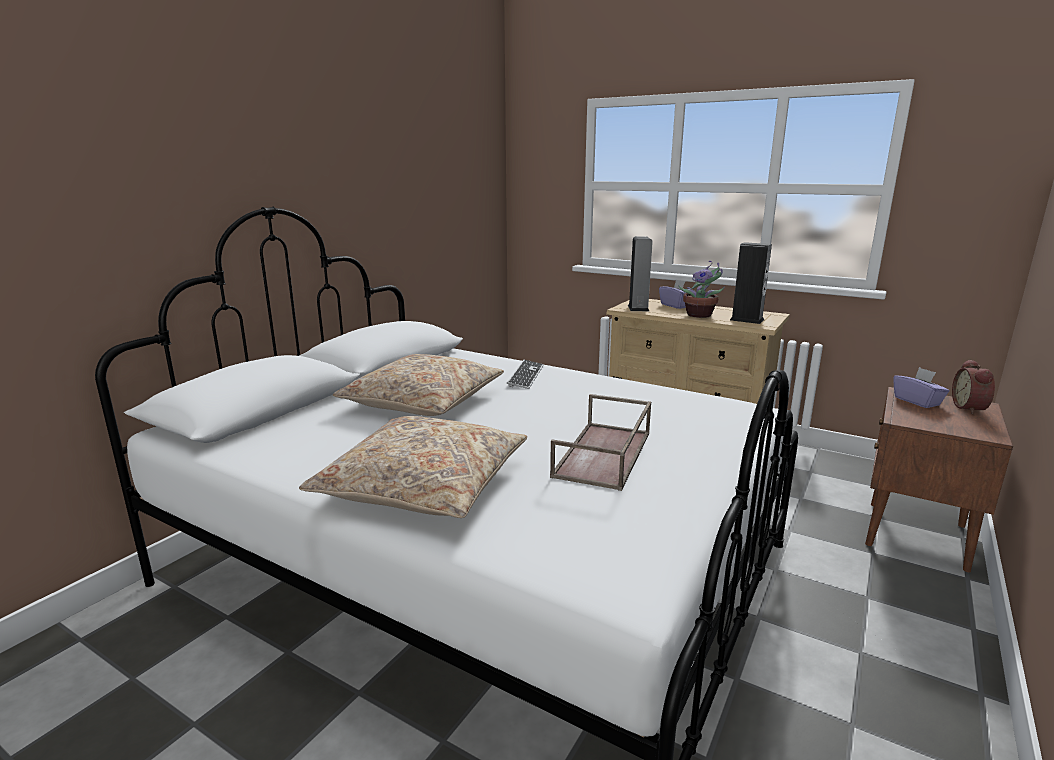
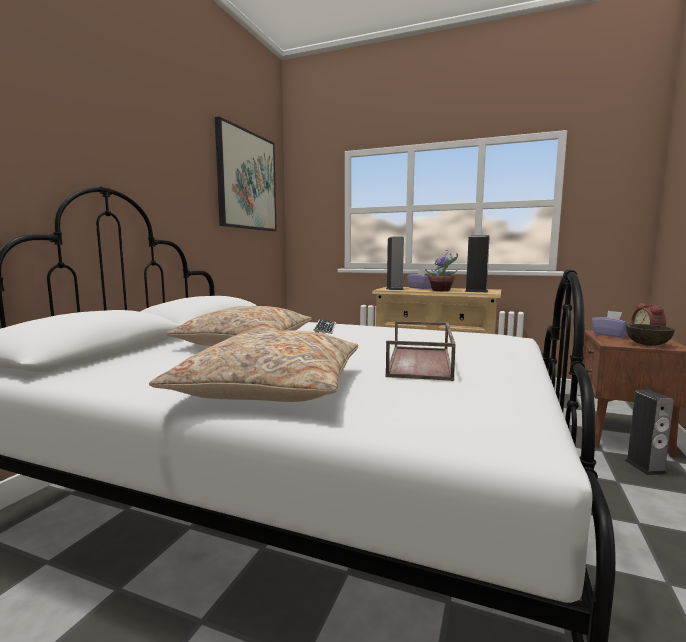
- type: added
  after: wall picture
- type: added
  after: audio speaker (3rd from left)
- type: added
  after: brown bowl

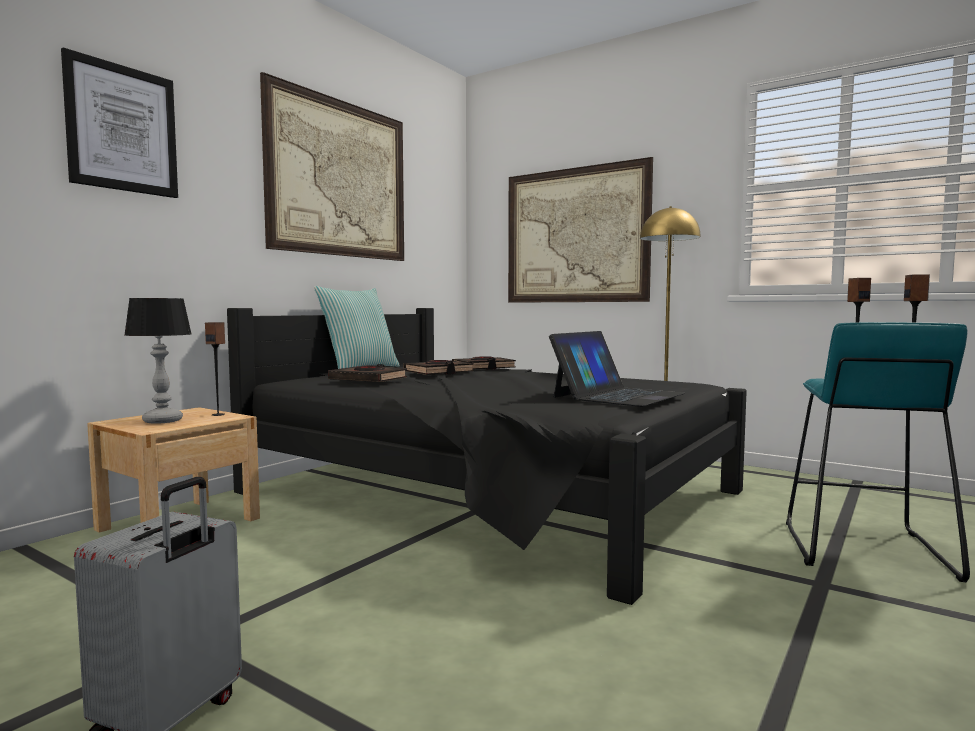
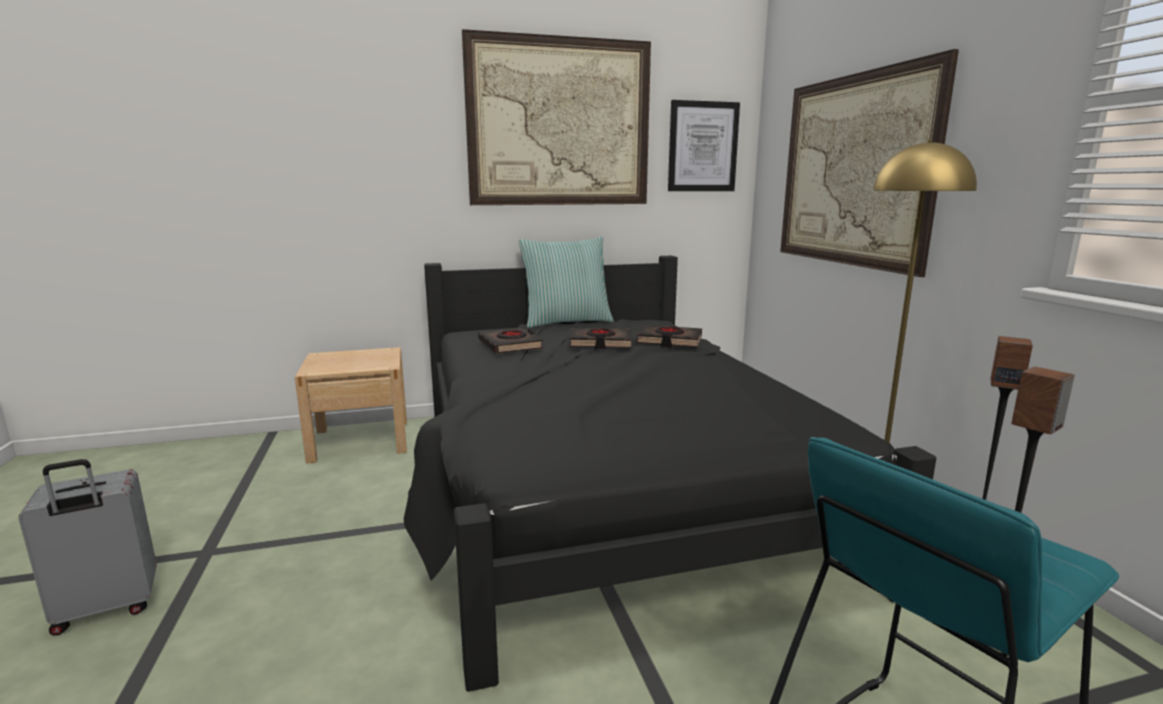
- type: moved
  before: wall picture (1st from left in the first image)
  after: wall picture (2nd from left)
- type: removed
  before: table lamp
- type: removed
  before: audio speaker (1st from left)
- type: removed
  before: notebook computer

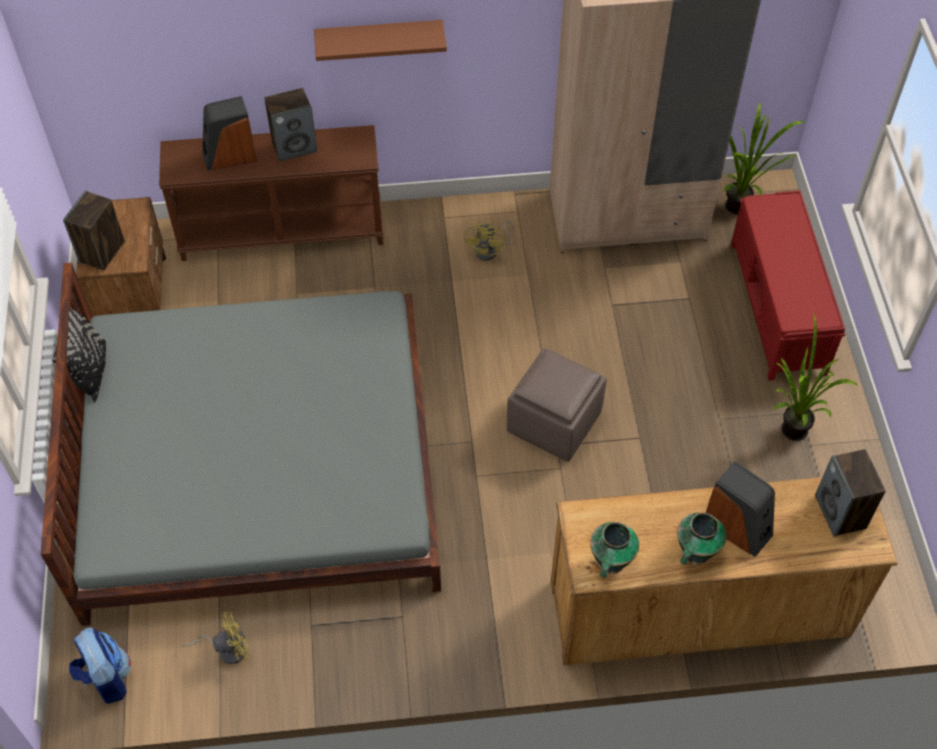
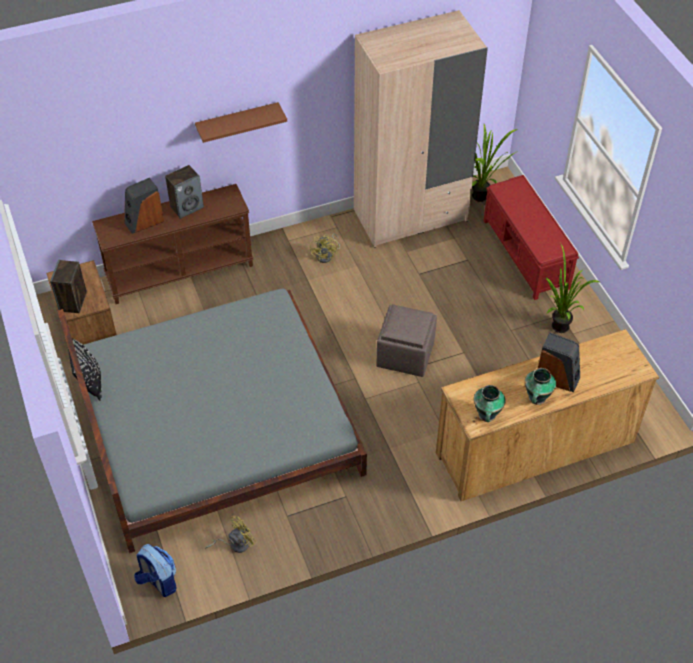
- type: removed
  before: audio speaker (5th from left)

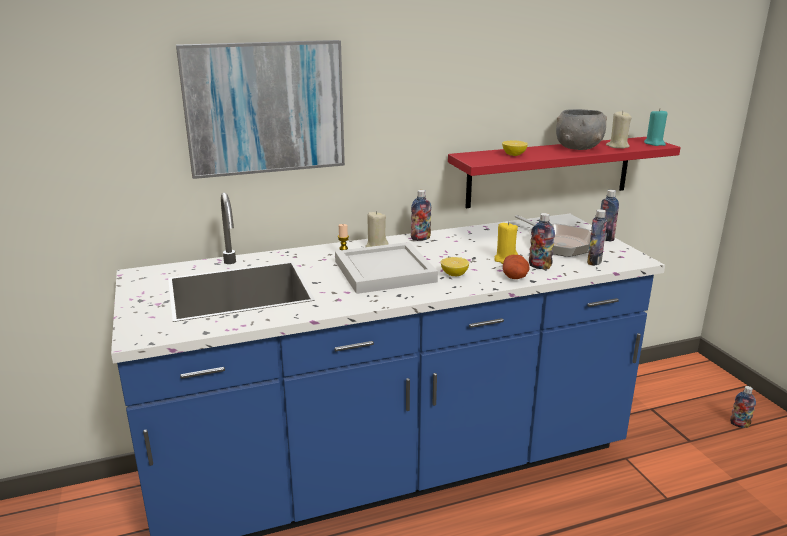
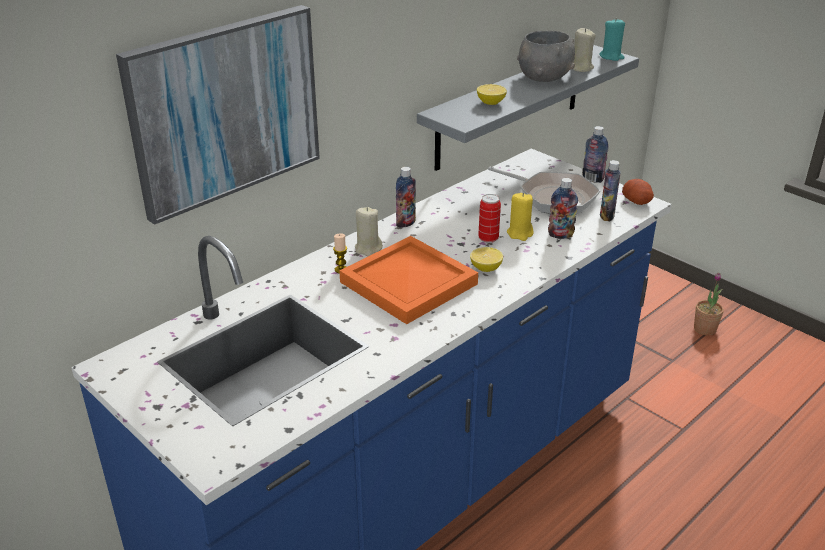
- type: recoloured
  before: white serving tray
  after: orange serving tray
- type: recoloured
  before: red-coloured bracket shelf
  after: greyish bracket shelf
- type: moved
  before: potato
- type: replaced
  before: beverage bottle (5th from left)
  after: potted plant
- type: added
  after: can

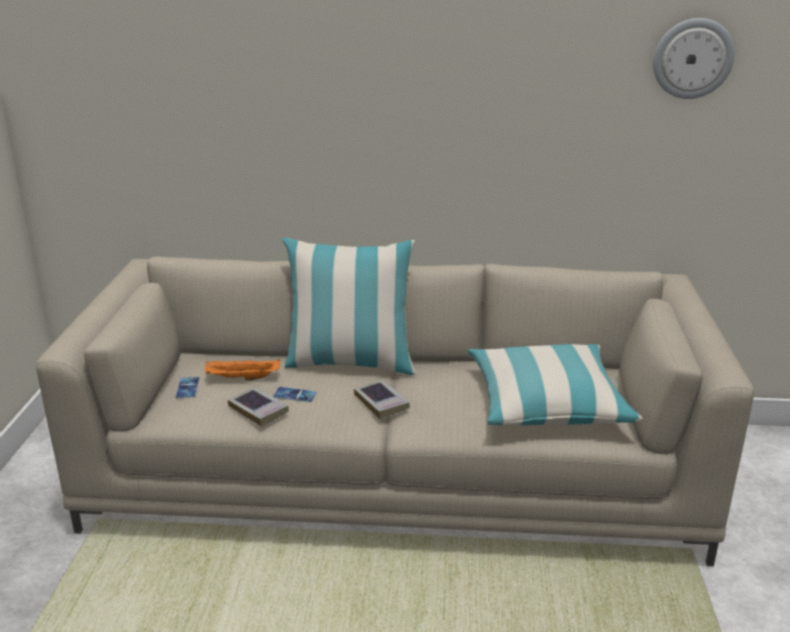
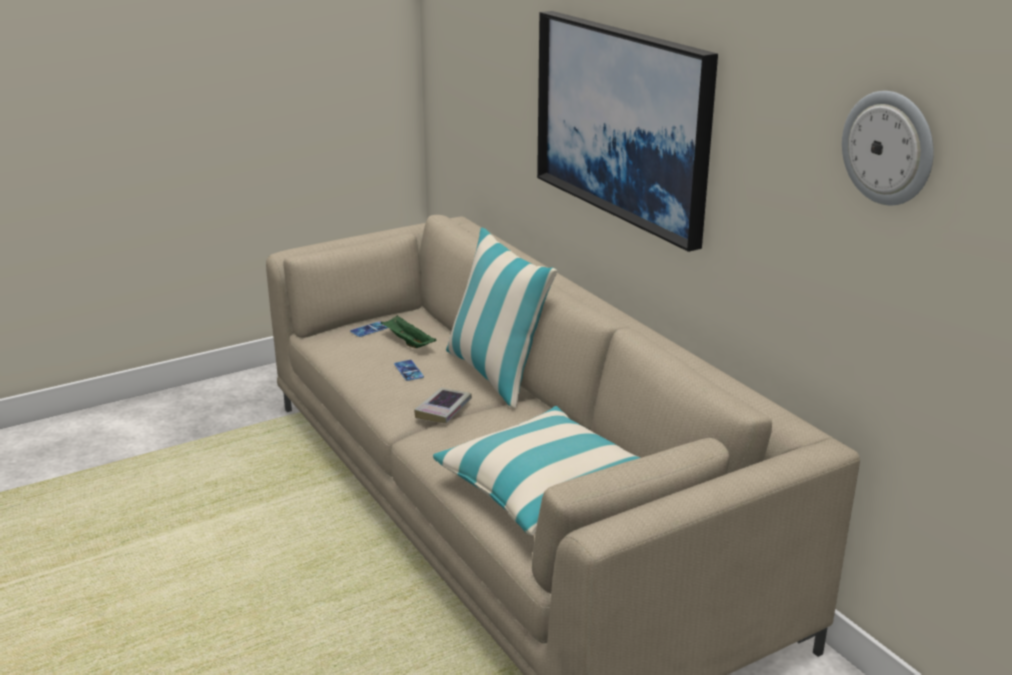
- type: recoloured
  before: orange serving tray
  after: greenish serving tray
- type: removed
  before: volume (1st from left)
- type: added
  after: wall picture

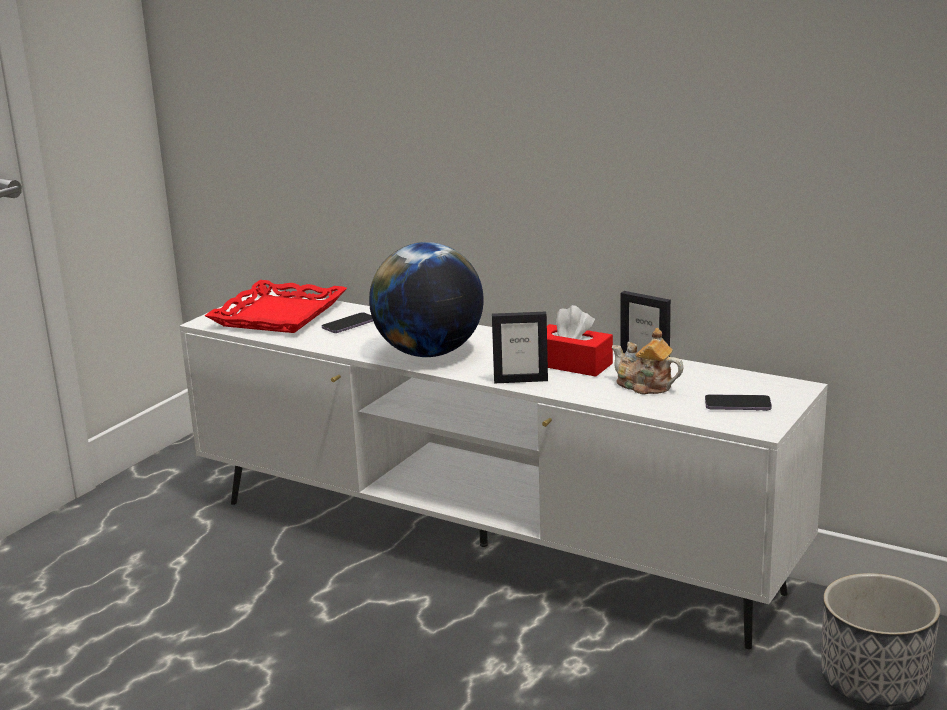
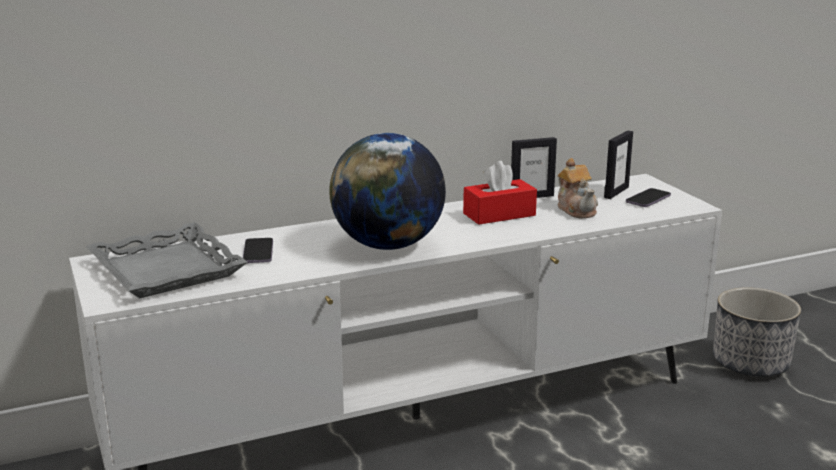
- type: recoloured
  before: red-coloured serving tray
  after: greyish serving tray
- type: moved
  before: photo frame (1st from left in the first image)
  after: photo frame (2nd from left)
- type: turned
  before: teapot
  turn: -90

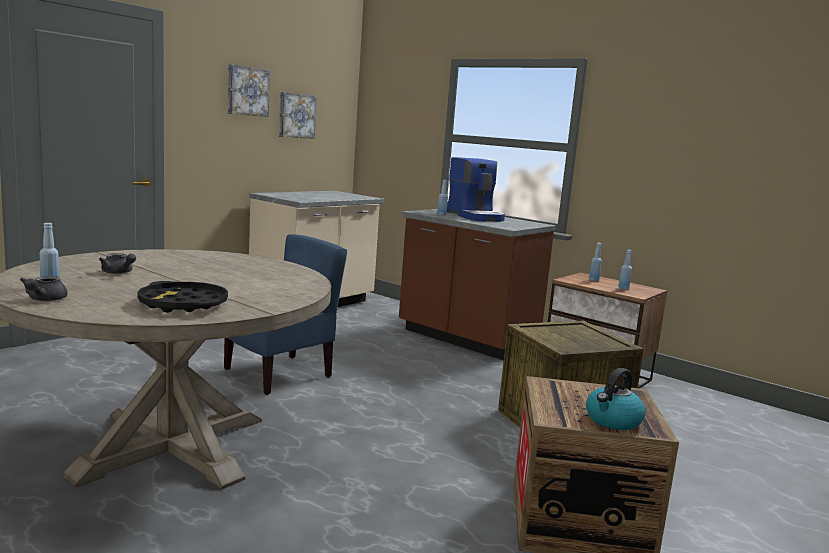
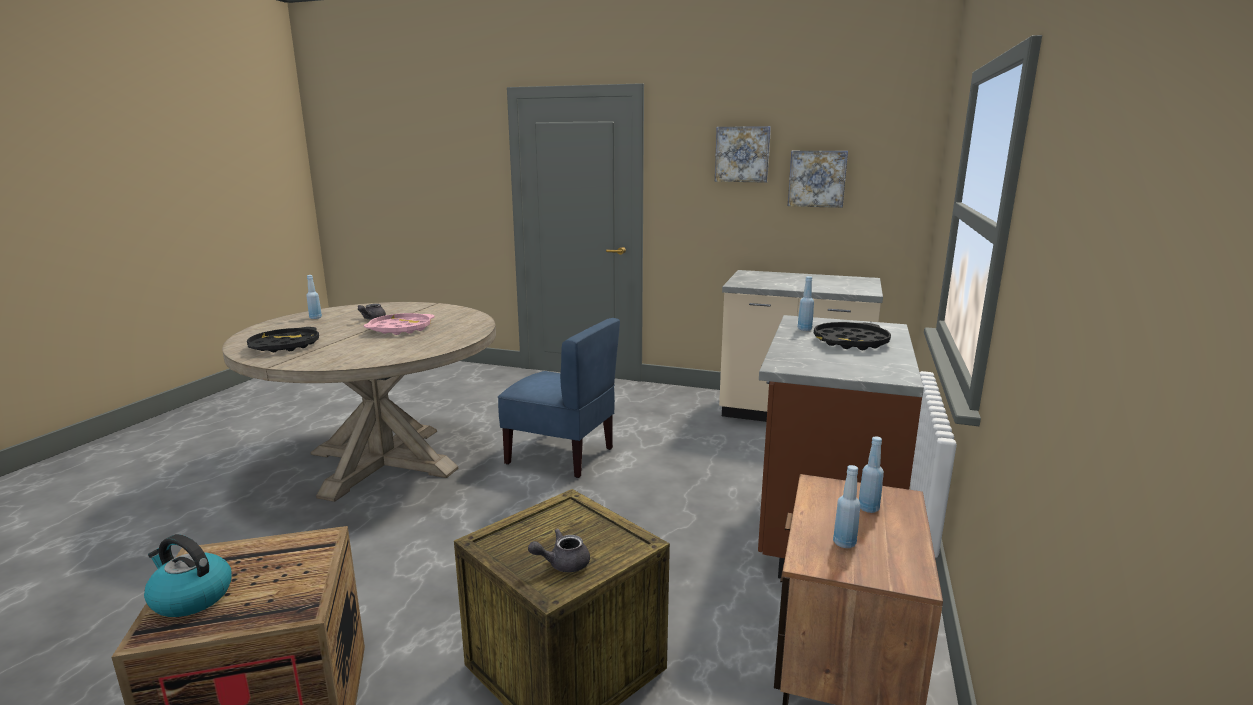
- type: moved
  before: greyish teapot (1st from left in the first image)
  after: greyish teapot (2nd from left)
- type: replaced
  before: coffee maker
  after: blackish serving tray (2nd from left)
- type: added
  after: pink serving tray

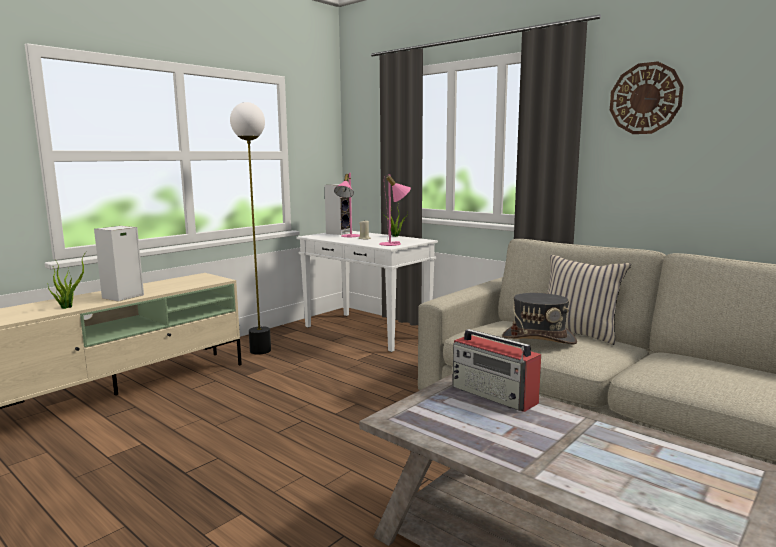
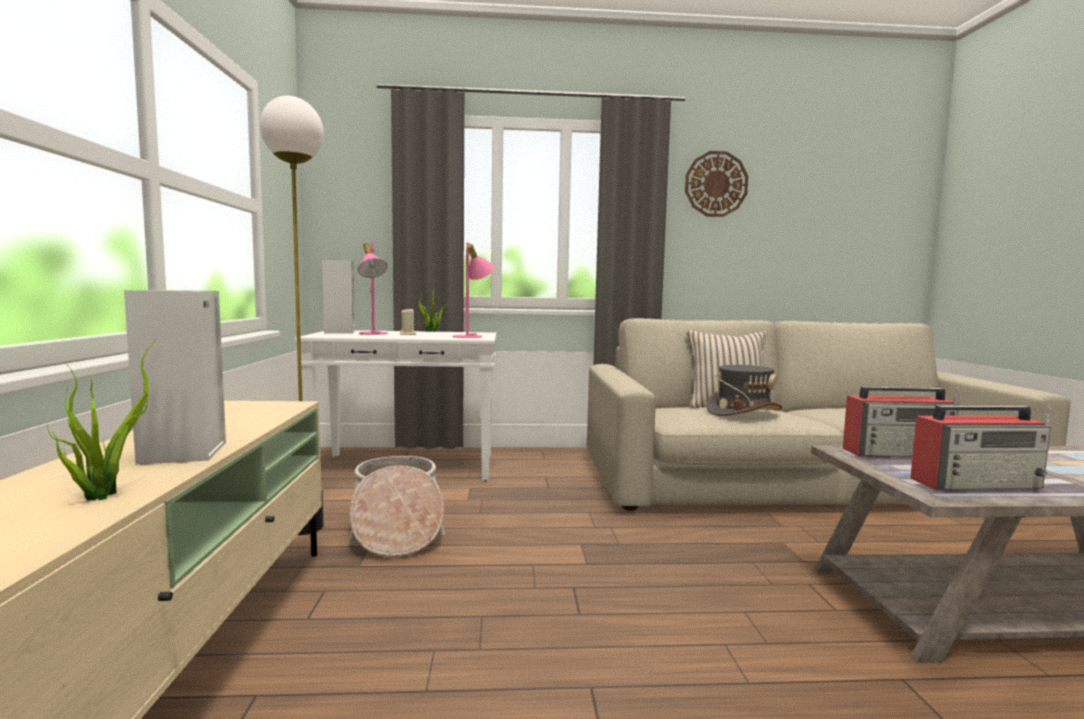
- type: added
  after: storage basket
- type: added
  after: radio receiver (2nd from left)

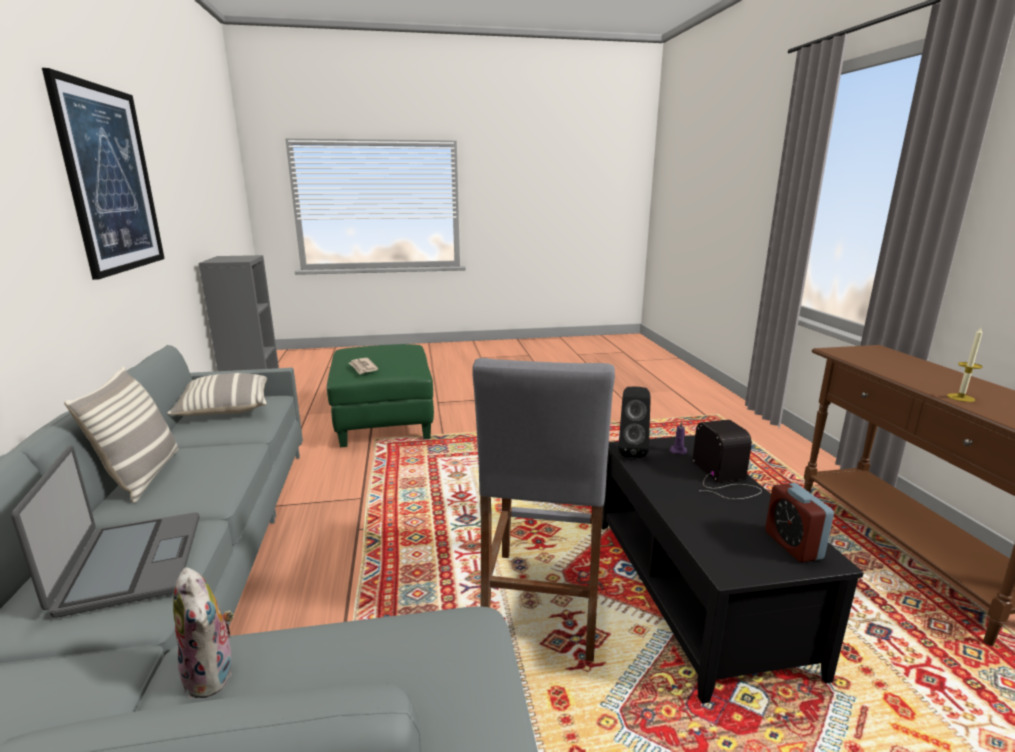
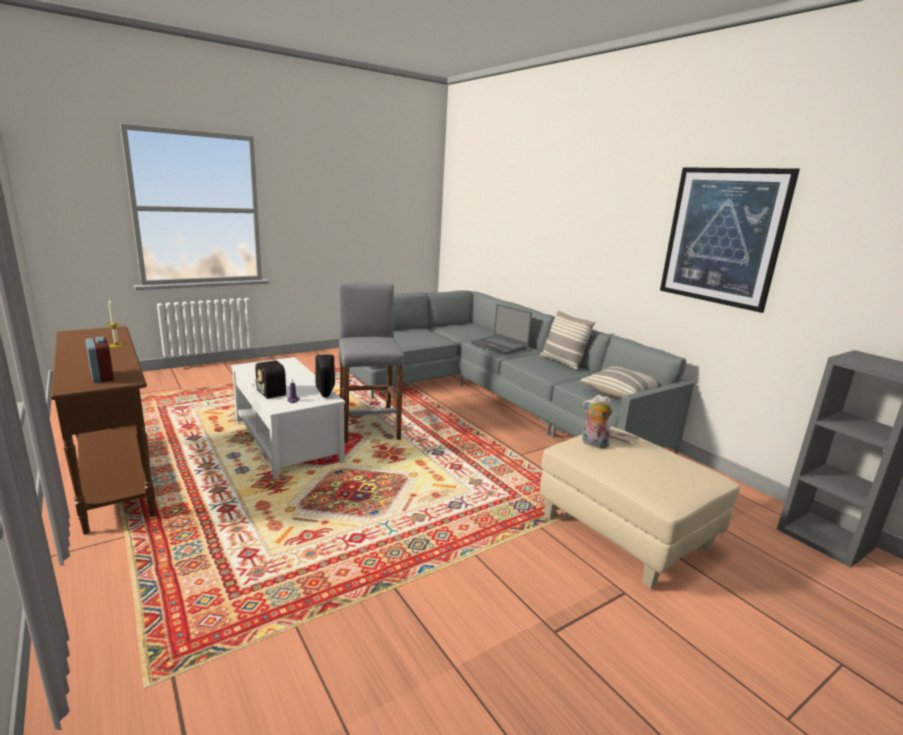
- type: moved
  before: cuddly toy
- type: recoloured
  before: greenish pouffe
  after: sand-coloured pouffe
- type: recoloured
  before: blackish lounge table
  after: white lounge table
- type: moved
  before: bedside clock

